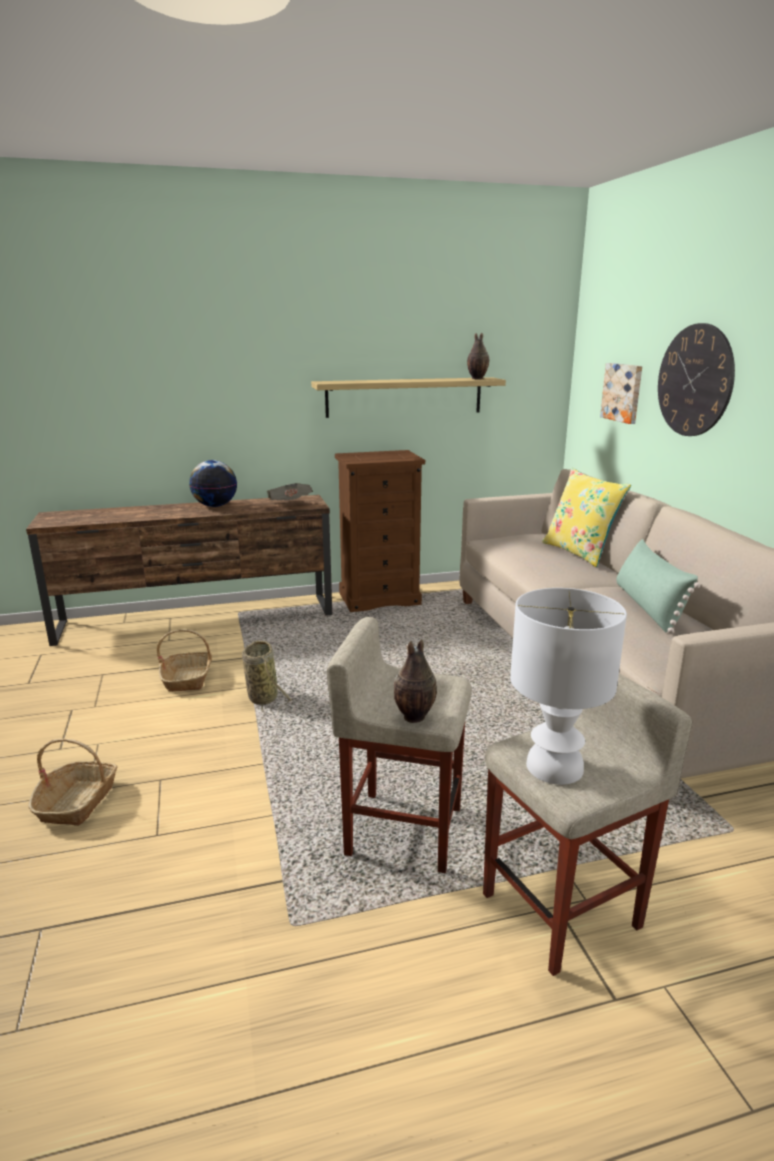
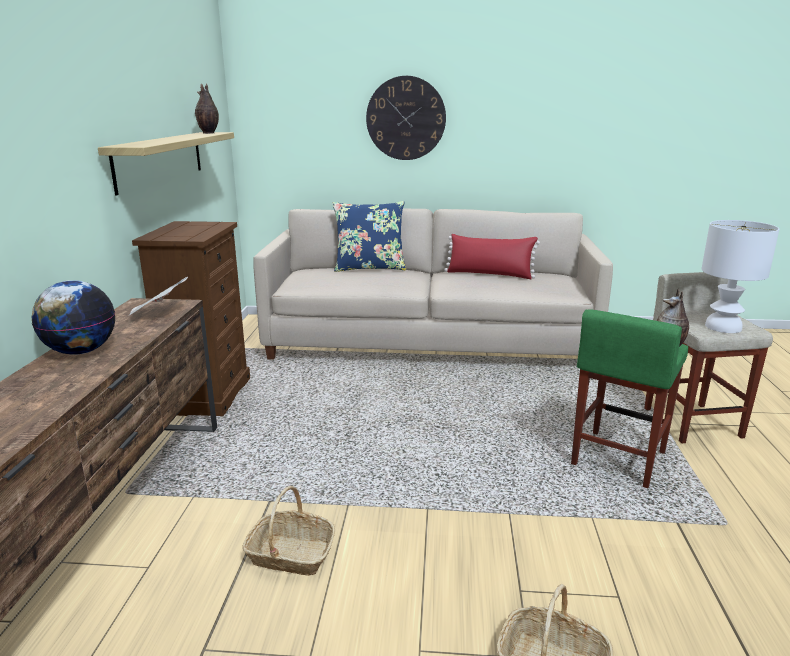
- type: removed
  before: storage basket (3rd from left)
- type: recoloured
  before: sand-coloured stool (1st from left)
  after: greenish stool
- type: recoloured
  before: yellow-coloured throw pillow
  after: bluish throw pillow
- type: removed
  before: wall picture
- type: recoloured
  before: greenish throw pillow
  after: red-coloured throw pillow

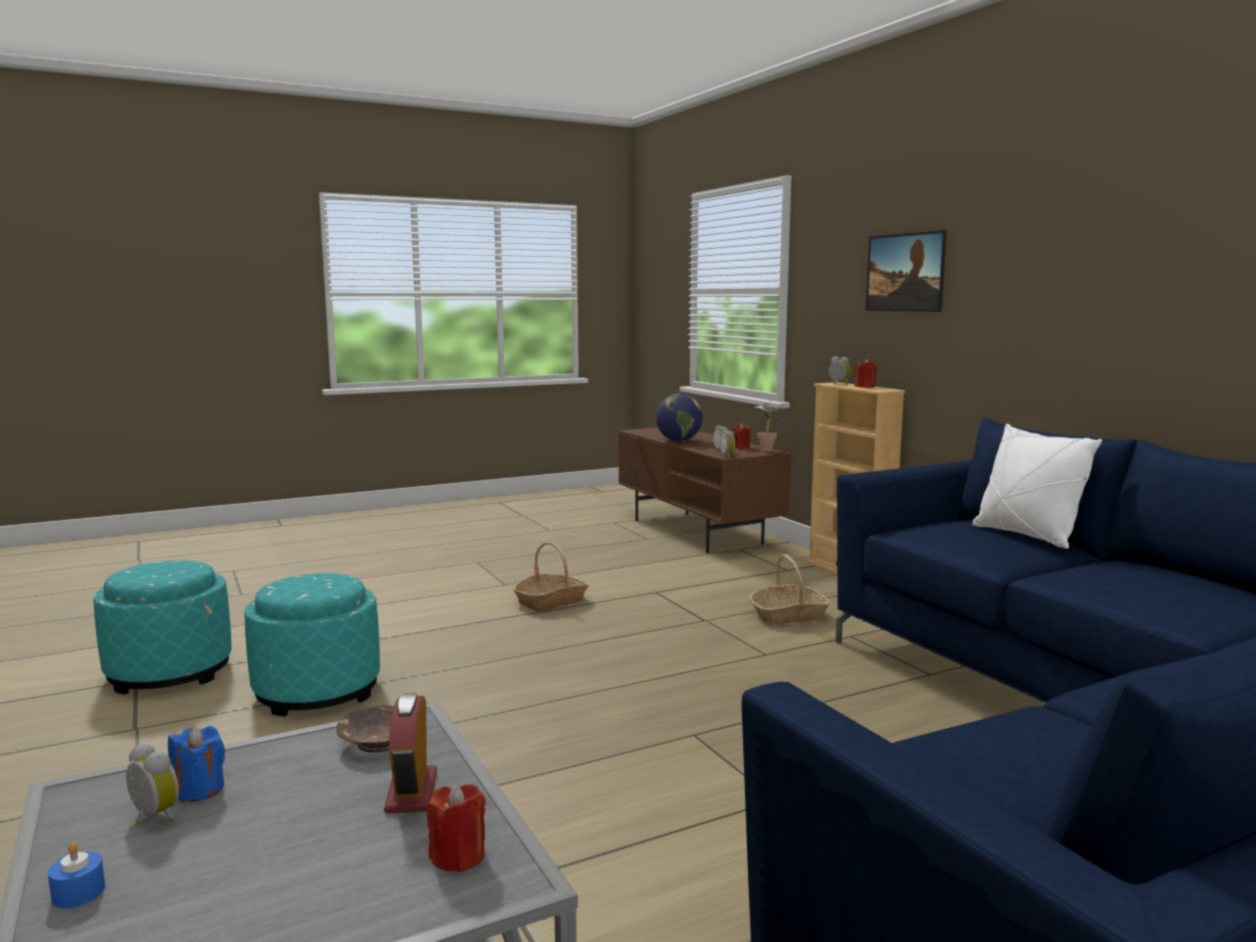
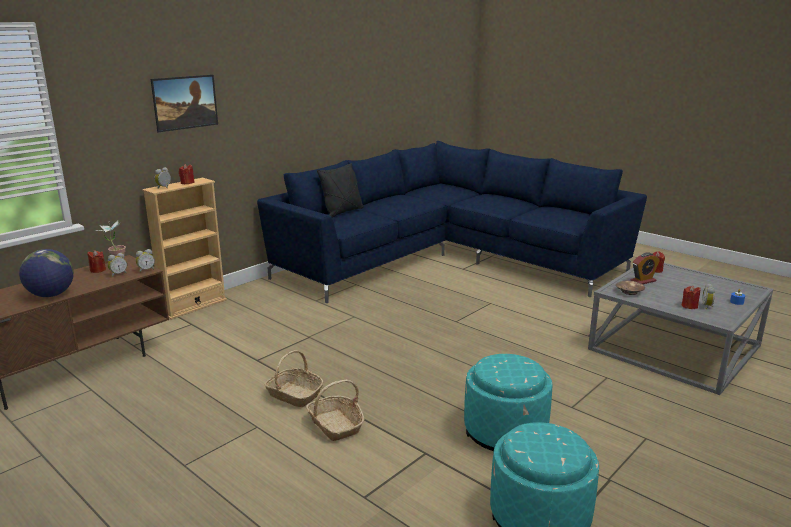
- type: recoloured
  before: bluish wax candle (2nd from left)
  after: red-coloured wax candle (4th from left)
- type: moved
  before: storage basket (2nd from left)
- type: recoloured
  before: white throw pillow
  after: blackish throw pillow

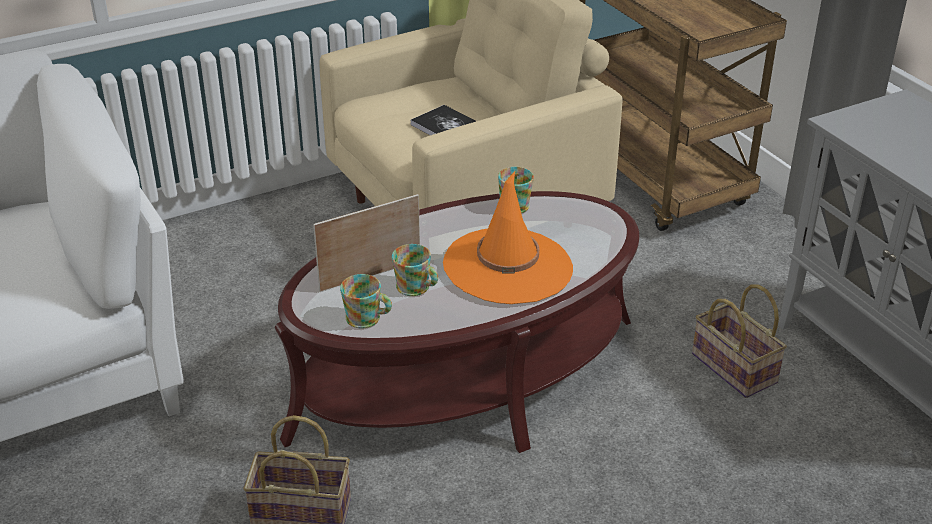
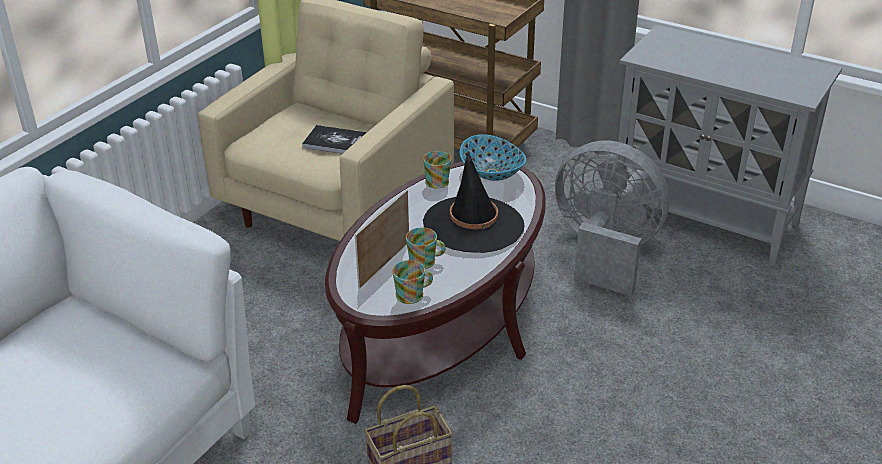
- type: recoloured
  before: orange hat
  after: blackish hat
- type: replaced
  before: storage basket (2nd from left)
  after: greyish cooling fan
- type: added
  after: bowl

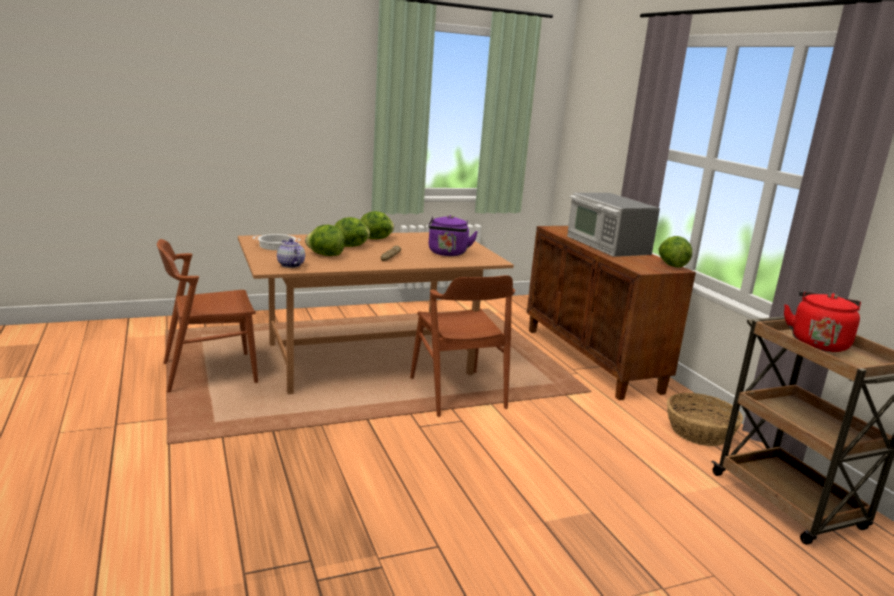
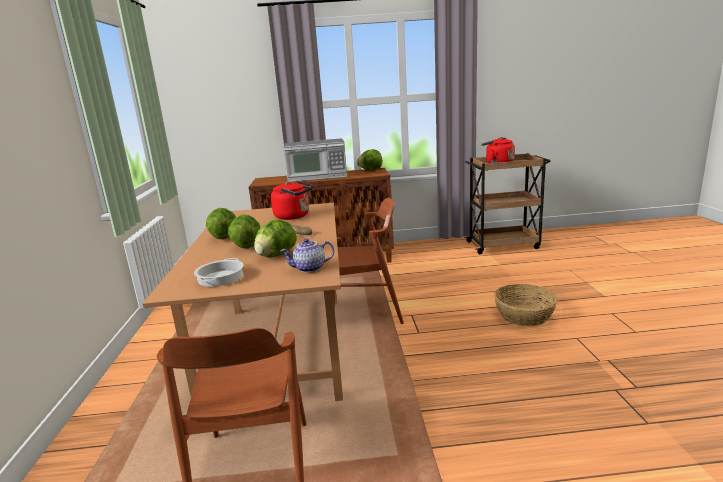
- type: recoloured
  before: purple tea kettle
  after: red-coloured tea kettle (1st from left)
- type: moved
  before: storage basket

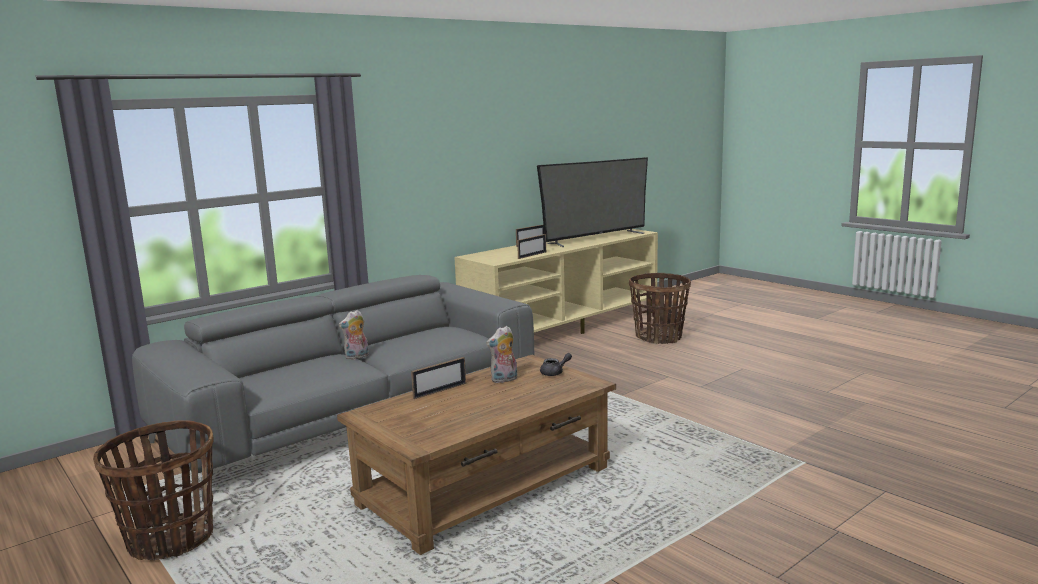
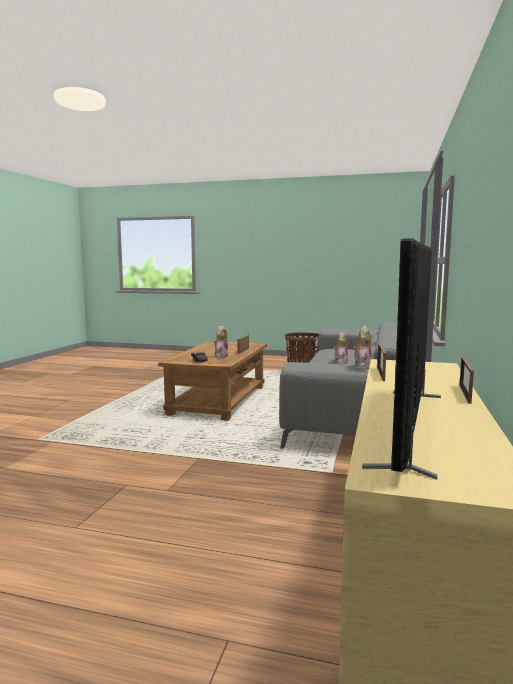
- type: removed
  before: storage basket (2nd from left)
- type: added
  after: cuddly toy (3rd from left)

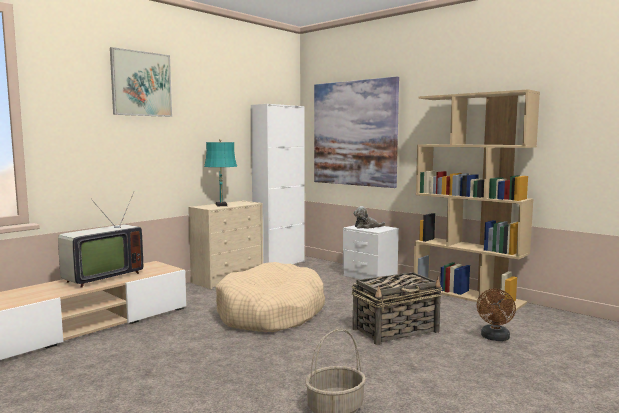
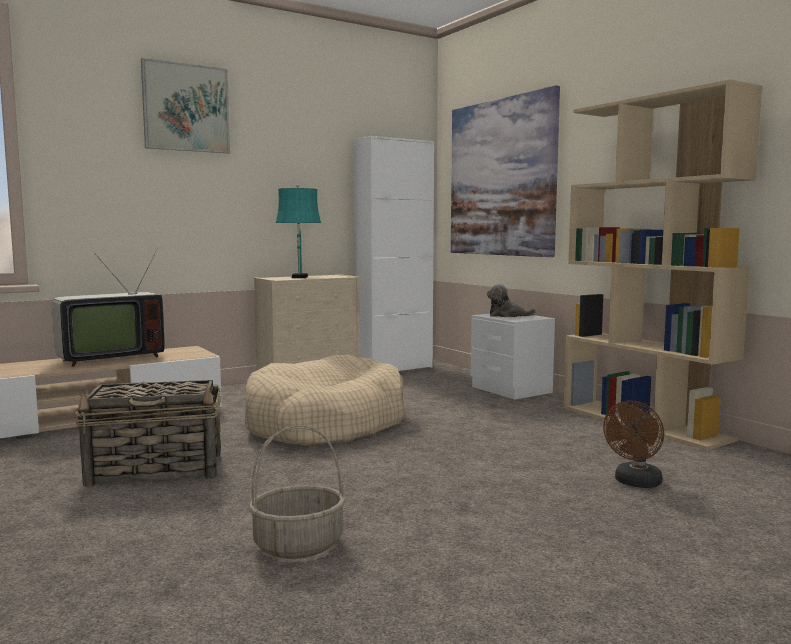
- type: moved
  before: storage basket (2nd from left in the first image)
  after: storage basket (1st from left)

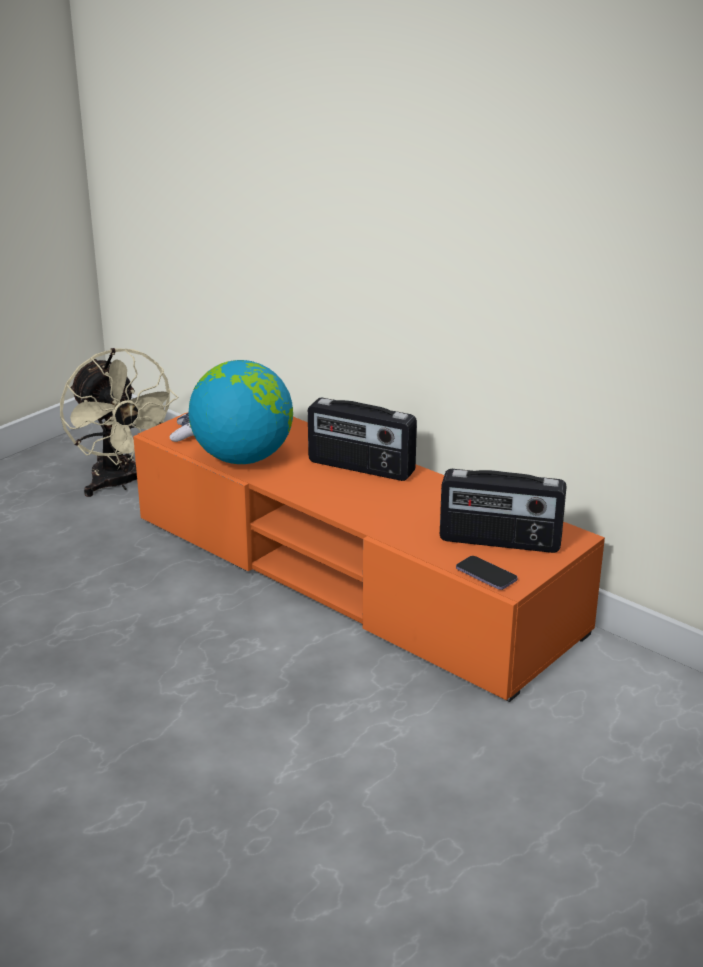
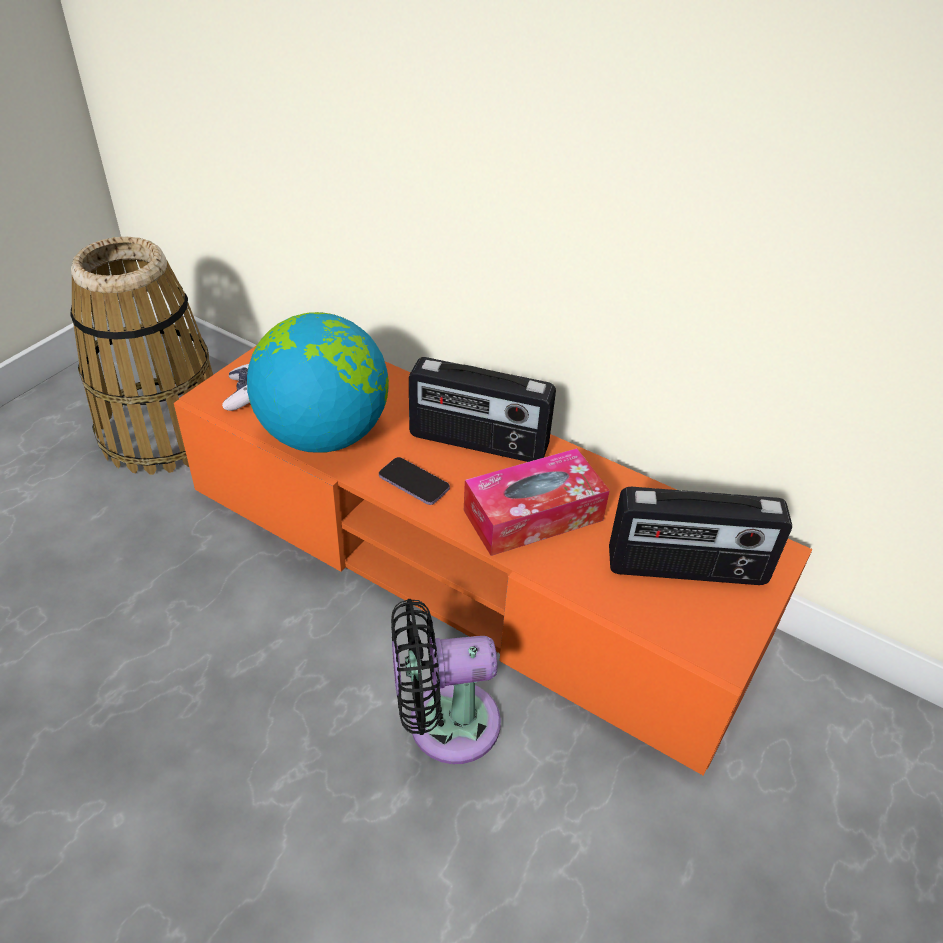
- type: replaced
  before: sand-coloured cooling fan
  after: storage basket
- type: moved
  before: telephone
- type: added
  after: blackish cooling fan
- type: added
  after: box of tissues

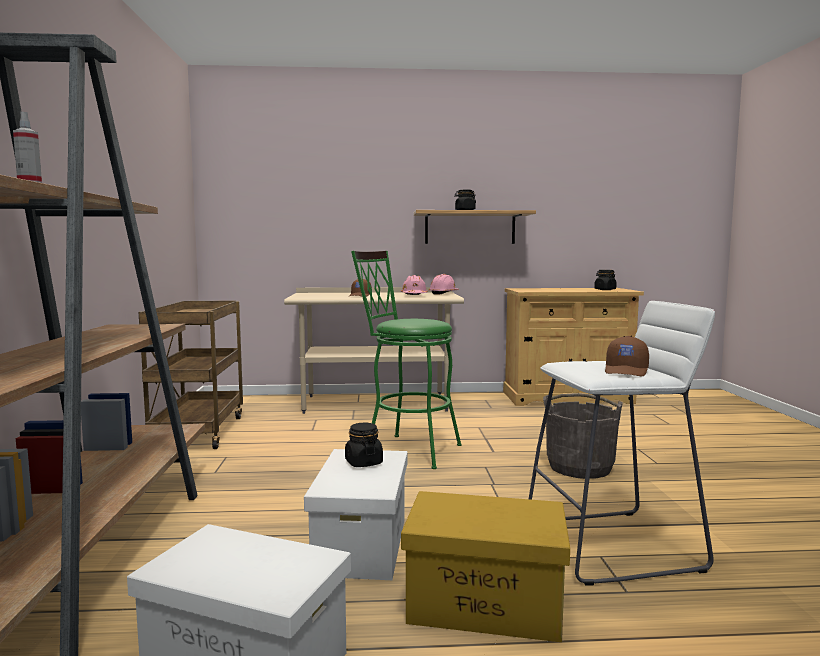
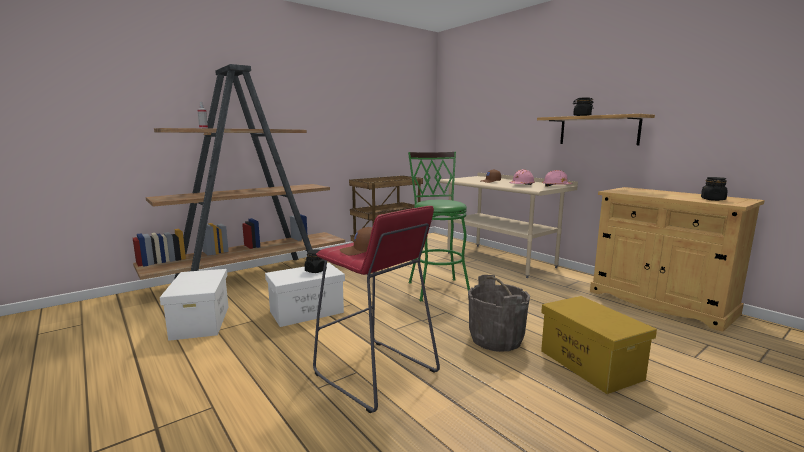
- type: moved
  before: yellow-coloured storage container
- type: recoloured
  before: white stool
  after: red-coloured stool

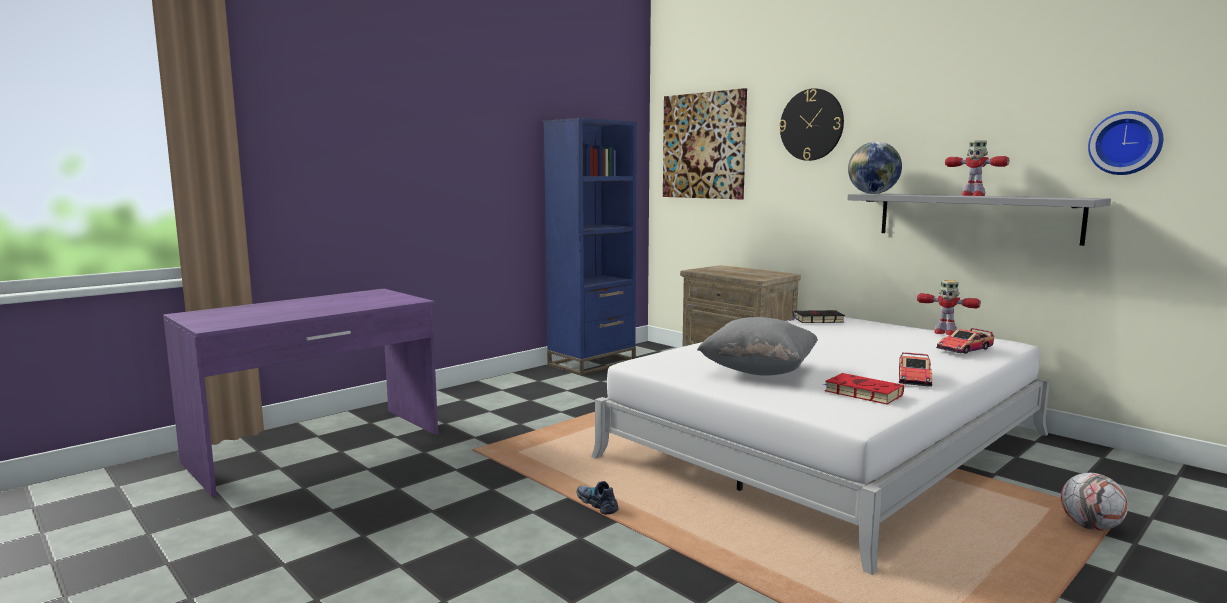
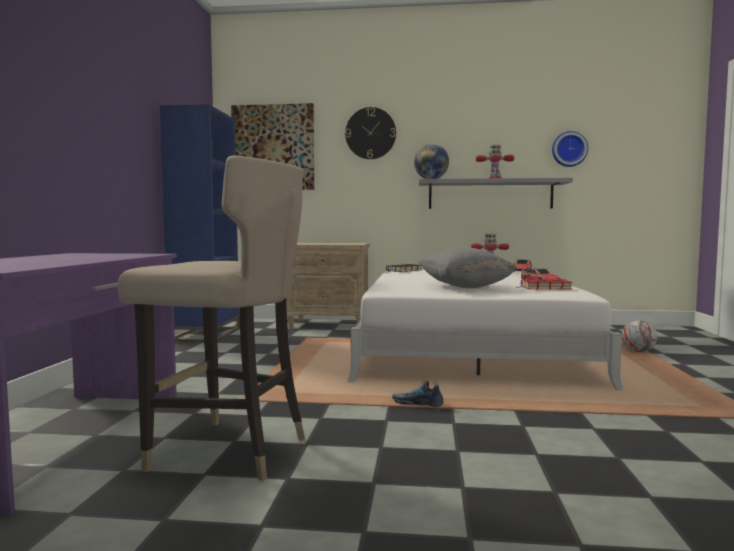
- type: added
  after: sand-coloured stool

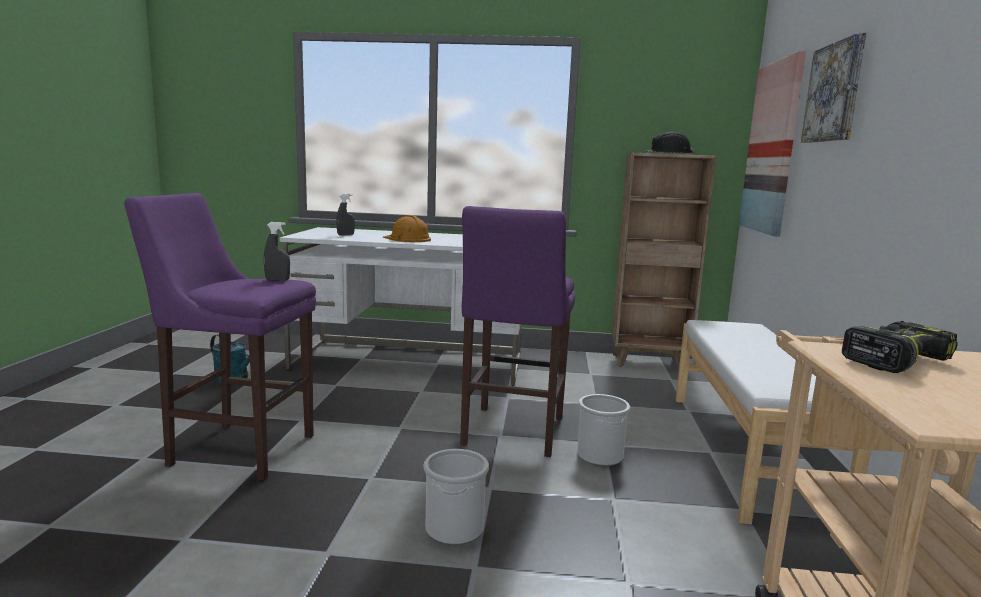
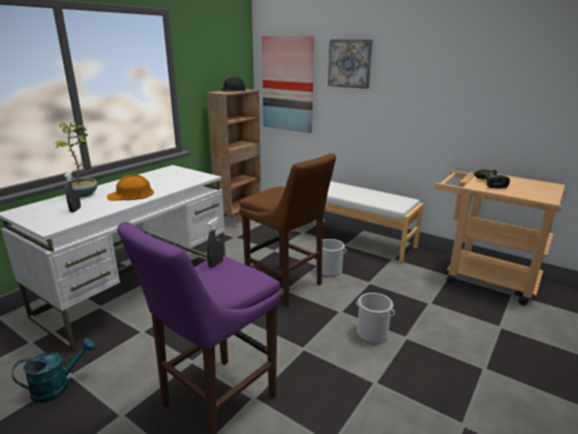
- type: recoloured
  before: purple stool (2nd from left)
  after: brown stool
- type: added
  after: potted plant

